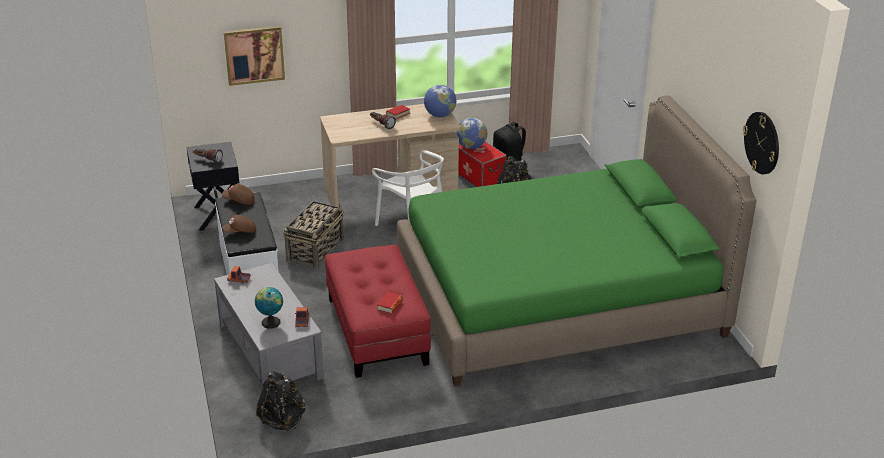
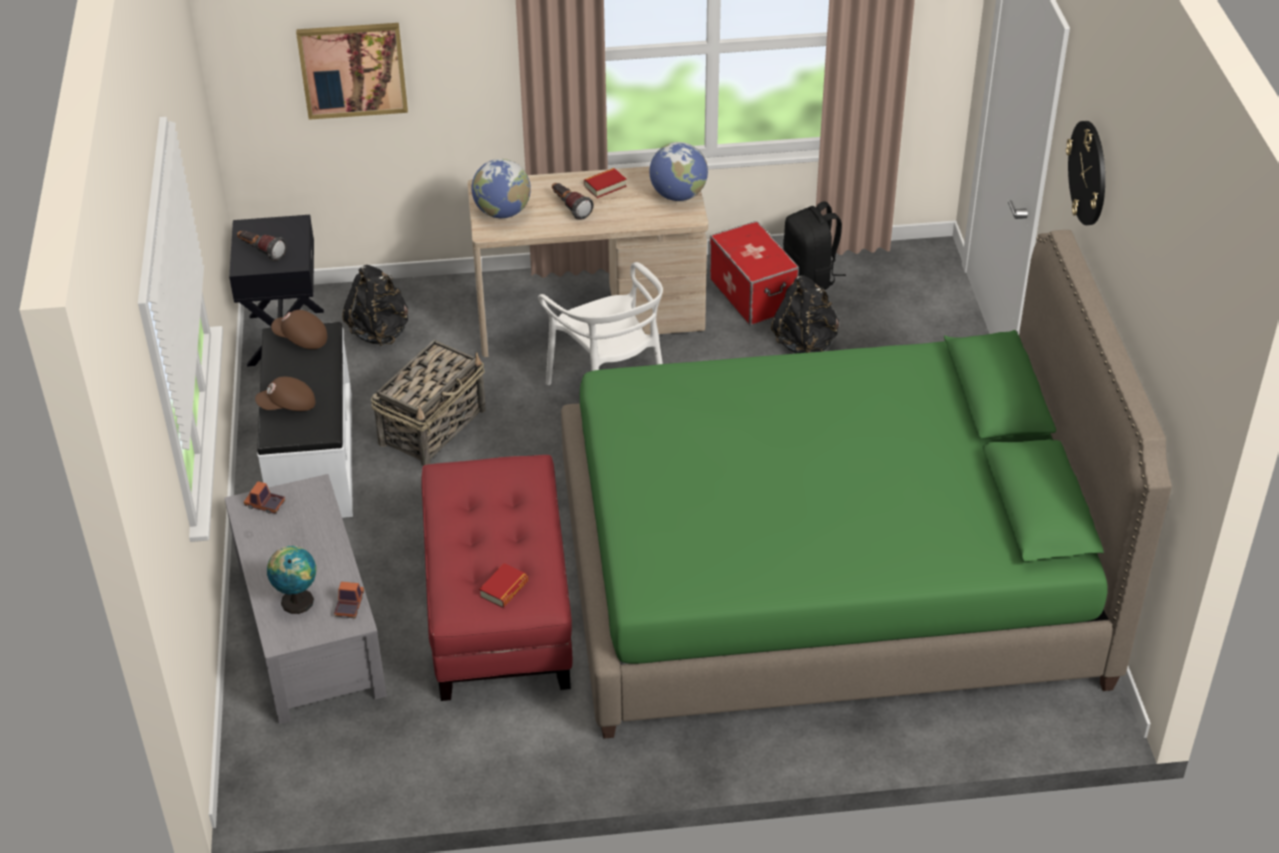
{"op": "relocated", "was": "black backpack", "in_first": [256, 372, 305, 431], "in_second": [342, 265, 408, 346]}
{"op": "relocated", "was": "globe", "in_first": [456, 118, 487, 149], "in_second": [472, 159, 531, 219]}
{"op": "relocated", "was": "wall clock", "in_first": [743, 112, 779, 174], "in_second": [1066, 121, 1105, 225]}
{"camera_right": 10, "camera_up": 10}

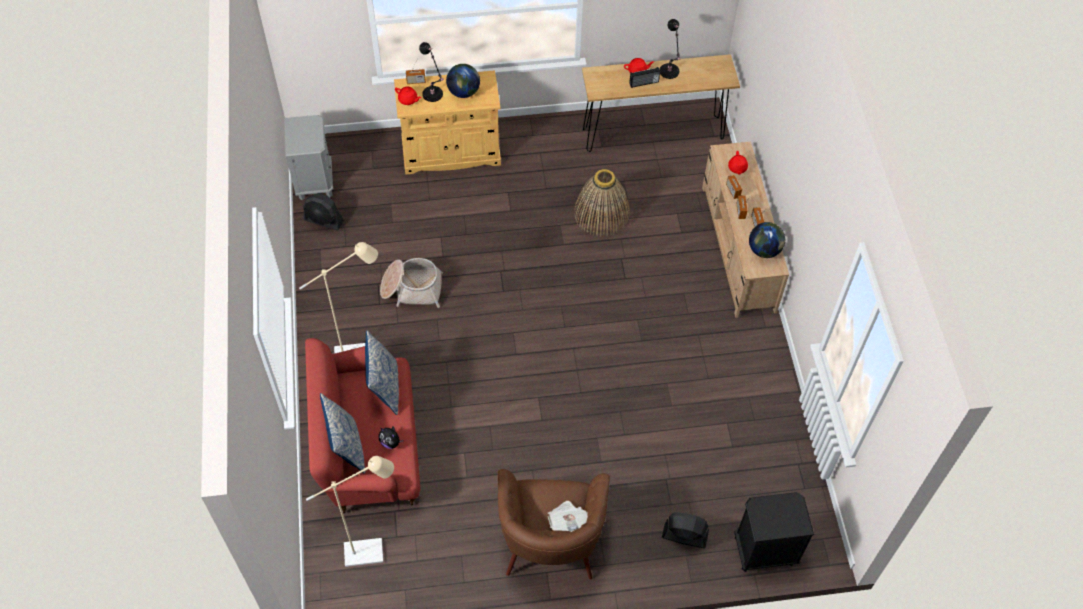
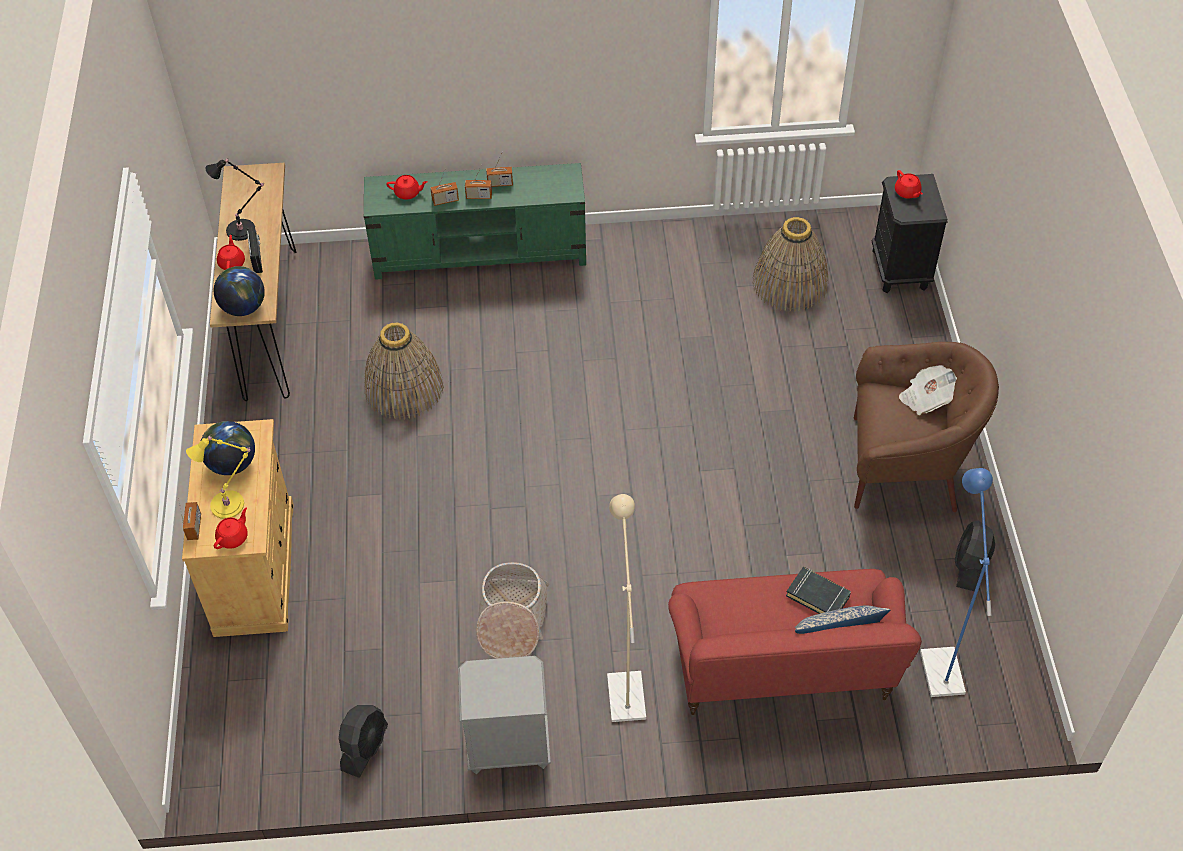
{"op": "missing", "was": "pillow", "in_first": [365, 330, 399, 415]}
{"op": "appeared", "now": "basket", "in_second": [753, 217, 828, 312]}
{"op": "appeared", "now": "red teapot", "in_second": [895, 170, 923, 199]}
{"op": "relocated", "was": "grey nightstand", "in_first": [284, 115, 333, 200], "in_second": [458, 656, 551, 774]}
{"op": "relocated", "was": "black fan", "in_first": [662, 512, 709, 548], "in_second": [955, 521, 995, 591]}
{"op": "relocated", "was": "globe", "in_first": [749, 222, 785, 258], "in_second": [214, 266, 265, 316]}
{"op": "exchanged", "was": "plush toy", "now": "black book", "in_first": [379, 426, 404, 449], "in_second": [786, 567, 851, 614]}
{"op": "colour", "was": "beige floor lamp", "now": "blue floor lamp", "in_first": [306, 456, 394, 567], "in_second": [920, 468, 993, 697]}
{"op": "colour", "was": "black table lamp", "now": "yellow table lamp", "in_first": [419, 42, 444, 102], "in_second": [186, 435, 250, 519]}
{"op": "colour", "was": "beige tv stand", "now": "green tv stand", "in_first": [702, 142, 789, 318], "in_second": [363, 163, 586, 280]}
{"camera_right": -85, "camera_up": -5}

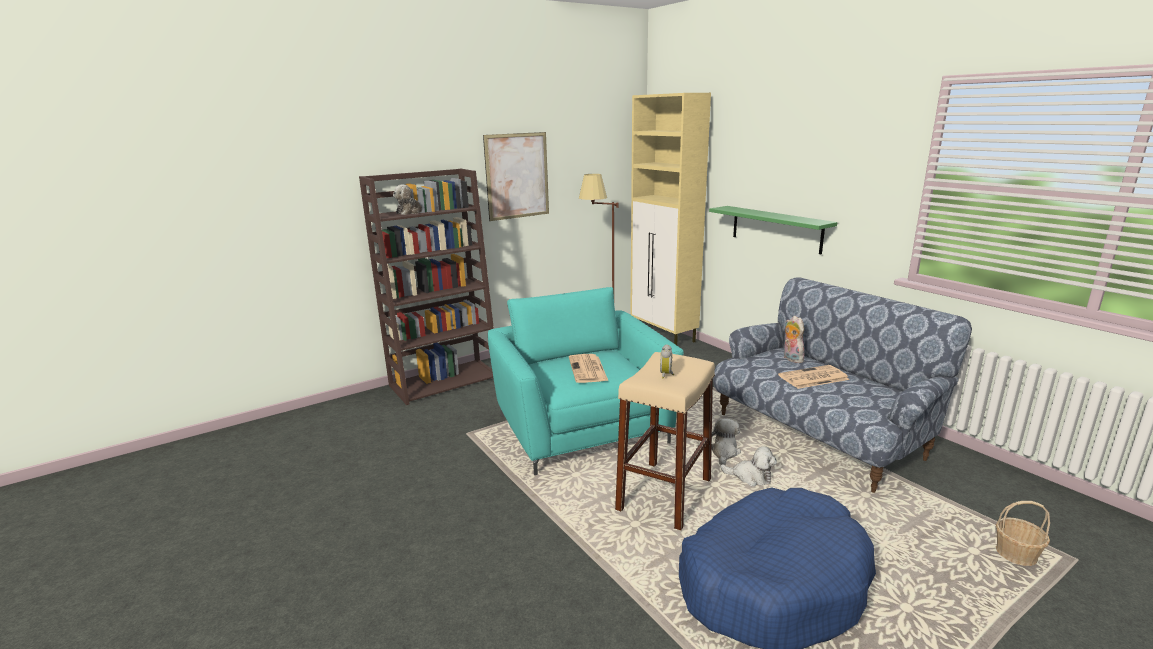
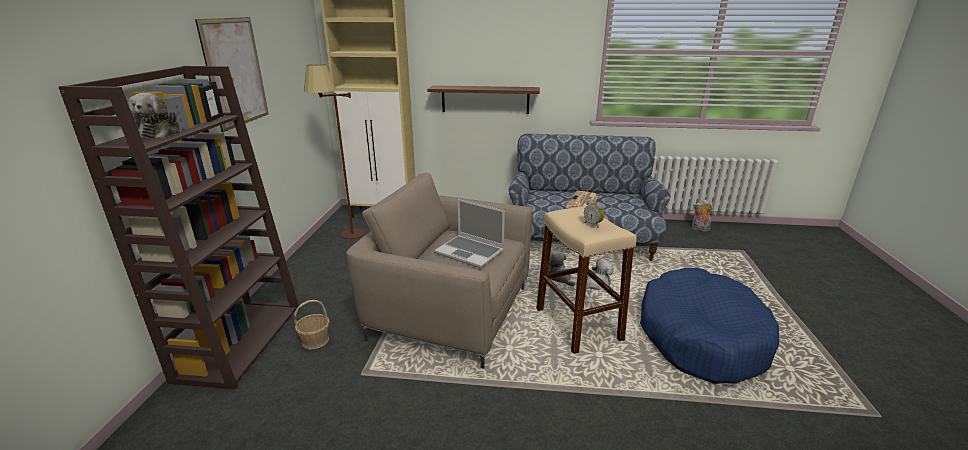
{"op": "appeared", "now": "picture frame", "in_second": [199, 84, 222, 122]}
{"op": "relocated", "was": "plush toy", "in_first": [784, 316, 805, 363], "in_second": [692, 199, 713, 231]}
{"op": "relocated", "was": "basket", "in_first": [996, 501, 1050, 566], "in_second": [294, 300, 330, 349]}
{"op": "exchanged", "was": "newspaper", "now": "laptop", "in_first": [569, 354, 608, 383], "in_second": [434, 199, 505, 268]}
{"op": "colour", "was": "turquoise armchair", "now": "beige armchair", "in_first": [488, 287, 684, 475], "in_second": [346, 173, 532, 369]}
{"op": "colour", "was": "green shelf", "now": "brown shelf", "in_first": [709, 206, 837, 255], "in_second": [427, 85, 540, 114]}
{"camera_right": -50, "camera_up": 5}

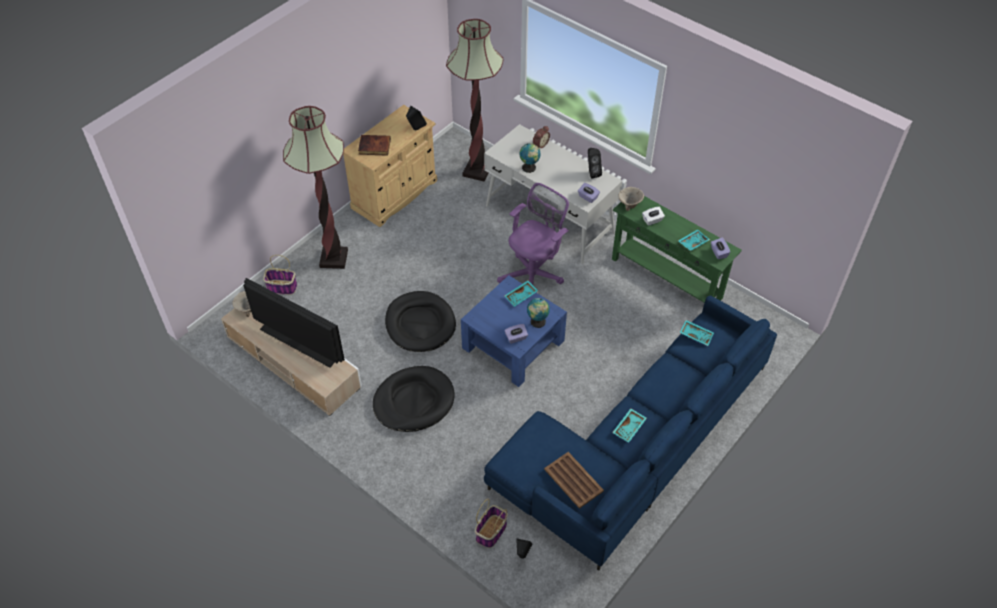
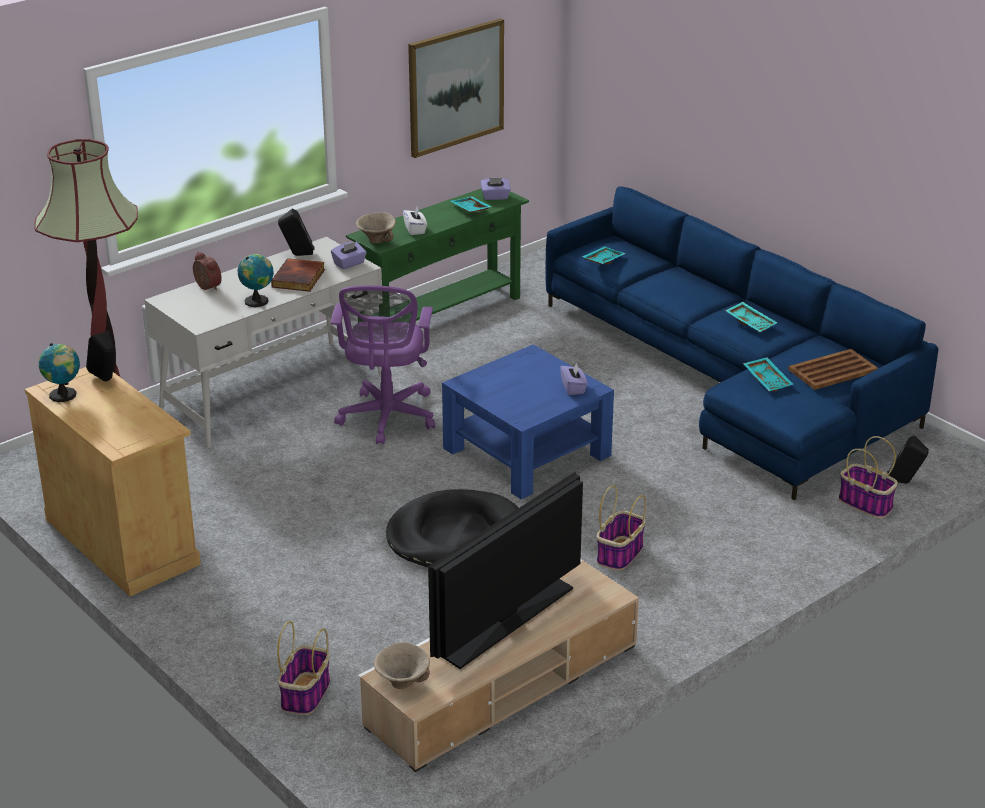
{"op": "missing", "was": "floor lamp", "in_first": [283, 106, 348, 269]}
{"op": "appeared", "now": "picture", "in_second": [408, 18, 504, 158]}
{"op": "relocated", "was": "book", "in_first": [358, 135, 391, 156], "in_second": [271, 258, 325, 292]}
{"op": "relocated", "was": "turquoise tray", "in_first": [504, 280, 538, 307], "in_second": [743, 357, 793, 392]}
{"op": "relocated", "was": "globe", "in_first": [527, 298, 550, 328], "in_second": [39, 343, 80, 402]}
{"op": "exchanged", "was": "black dog bed", "now": "basket", "in_first": [373, 366, 455, 432], "in_second": [597, 485, 646, 571]}
{"op": "spun", "was": "purple office chair", "in_first": [497, 183, 569, 285], "in_second": [331, 285, 435, 445], "clockwise": -135}
{"camera_right": -80, "camera_up": -20}

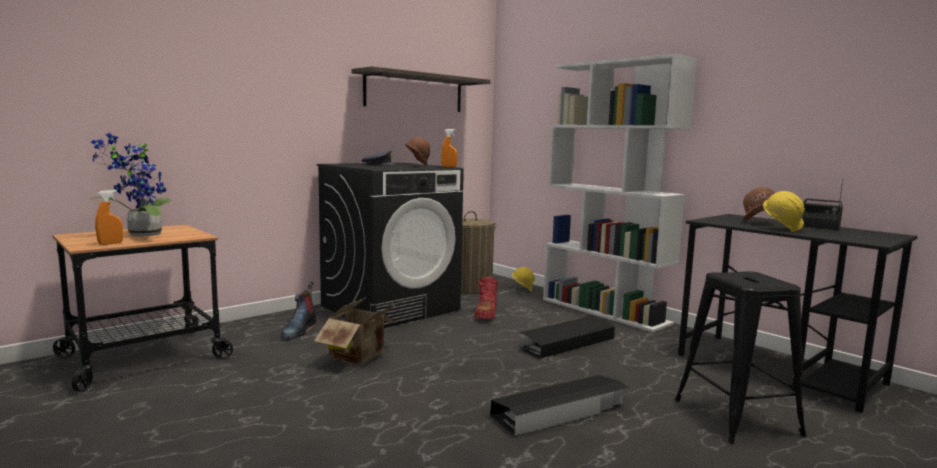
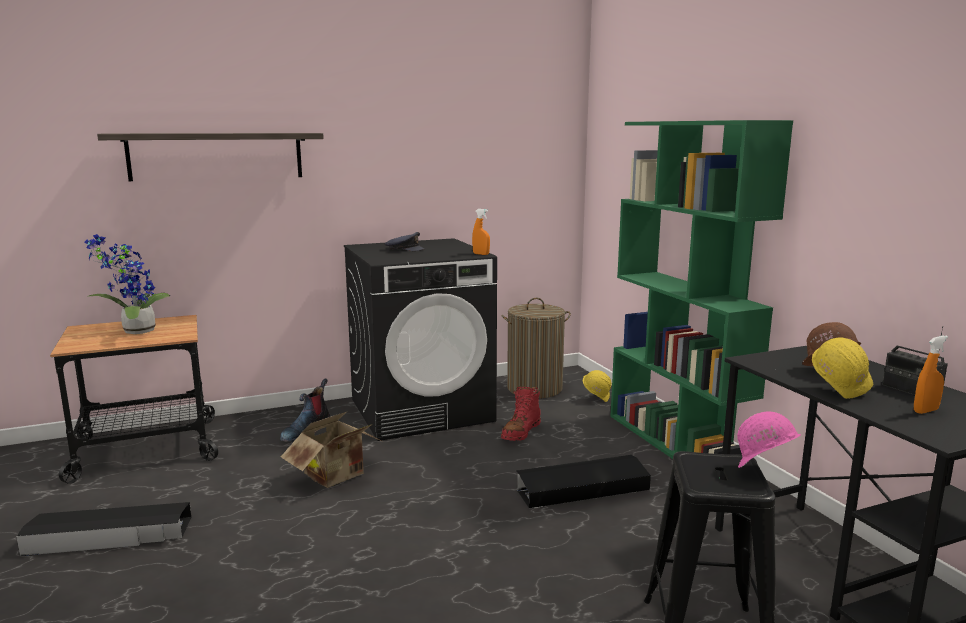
{"op": "missing", "was": "brown hard hat", "in_first": [405, 137, 430, 166]}
{"op": "appeared", "now": "pink hard hat", "in_second": [711, 411, 801, 480]}
{"op": "relocated", "was": "orange spray bottle", "in_first": [95, 190, 123, 245], "in_second": [914, 336, 948, 414]}
{"op": "relocated", "was": "shelf", "in_first": [352, 66, 491, 112], "in_second": [97, 133, 324, 181]}
{"op": "relocated", "was": "black storage box", "in_first": [490, 375, 628, 437], "in_second": [16, 502, 191, 556]}
{"op": "colour", "was": "white bookcase", "now": "green bookcase", "in_first": [543, 54, 697, 332], "in_second": [610, 120, 793, 479]}
{"camera_right": 20, "camera_up": 5}

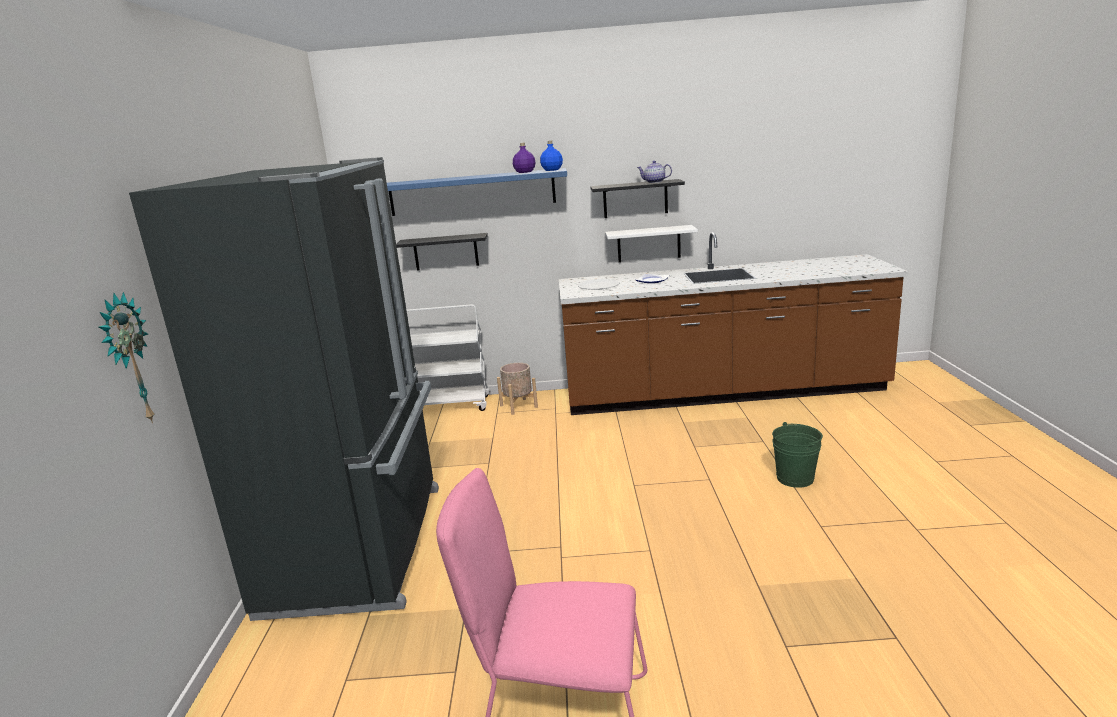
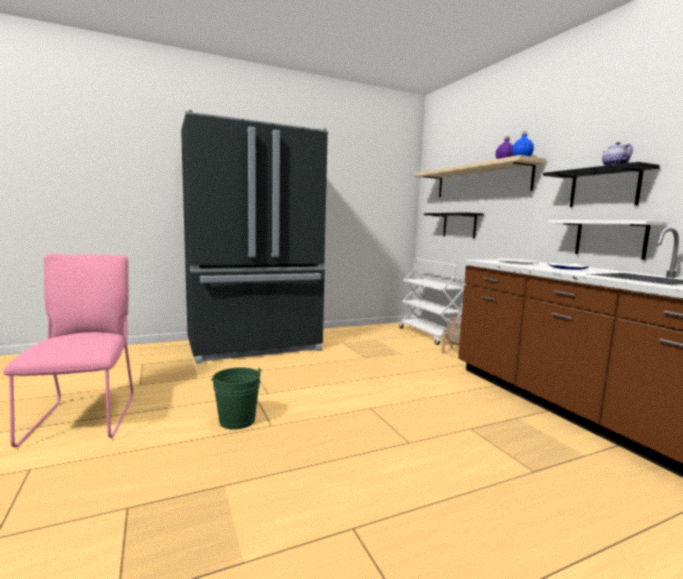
{"op": "missing", "was": "wall clock", "in_first": [99, 292, 155, 423]}
{"op": "relocated", "was": "green bucket", "in_first": [772, 422, 823, 488], "in_second": [211, 367, 263, 430]}
{"op": "colour", "was": "blue shelf", "now": "beige shelf", "in_first": [387, 168, 567, 216], "in_second": [414, 155, 546, 197]}
{"camera_right": 65, "camera_up": -10}

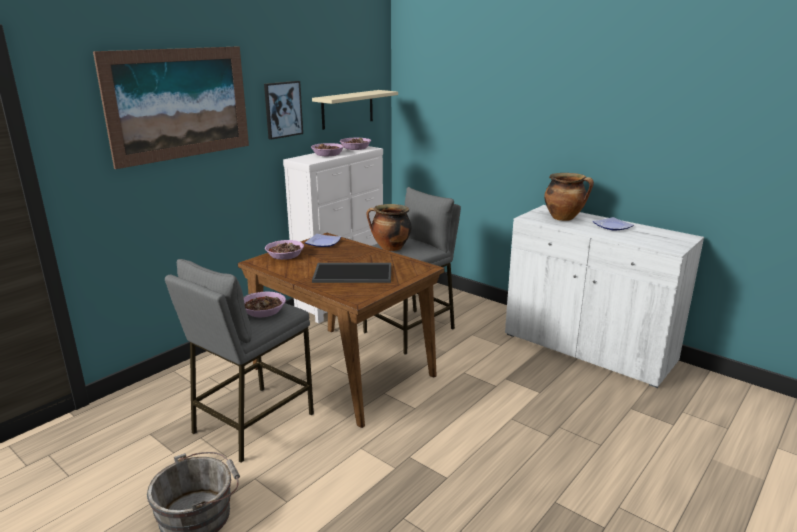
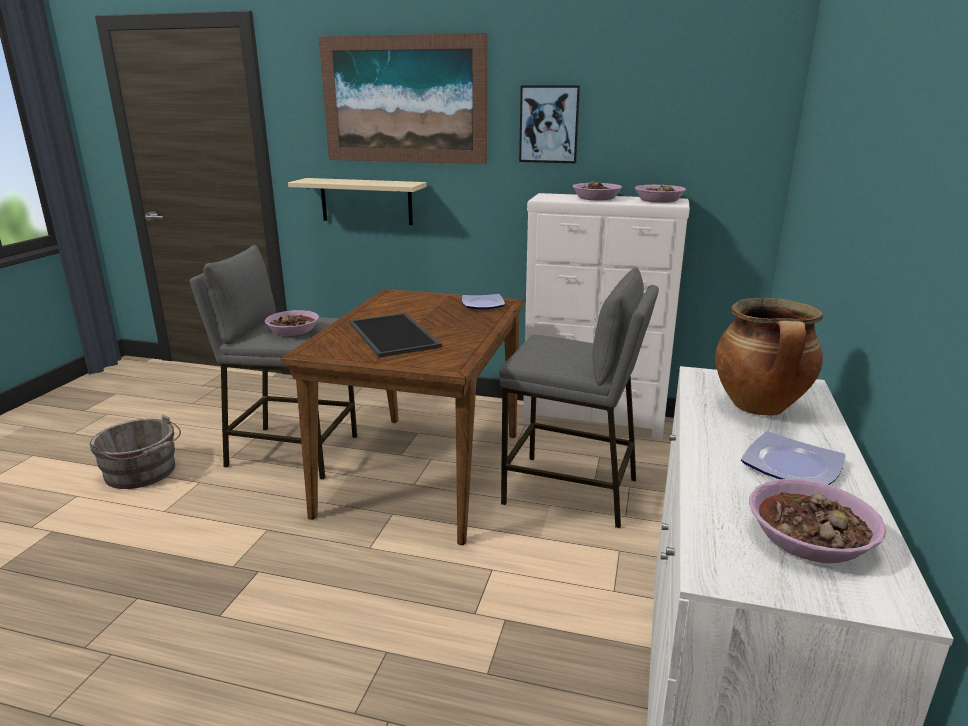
{"op": "missing", "was": "cooking pot", "in_first": [366, 204, 411, 251]}
{"op": "relocated", "was": "bowl", "in_first": [265, 240, 304, 260], "in_second": [749, 479, 886, 563]}
{"op": "relocated", "was": "beige shelf", "in_first": [312, 90, 398, 130], "in_second": [288, 178, 427, 225]}
{"camera_right": 65, "camera_up": 0}

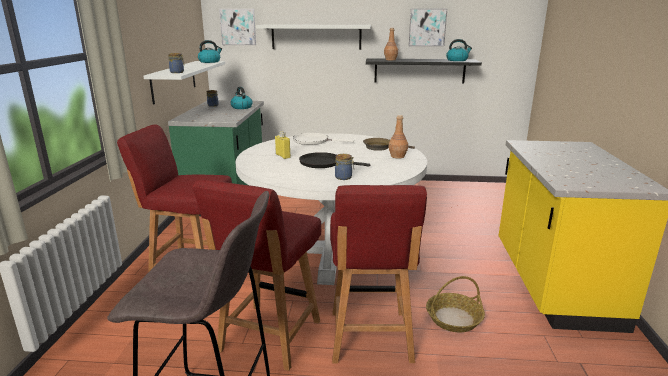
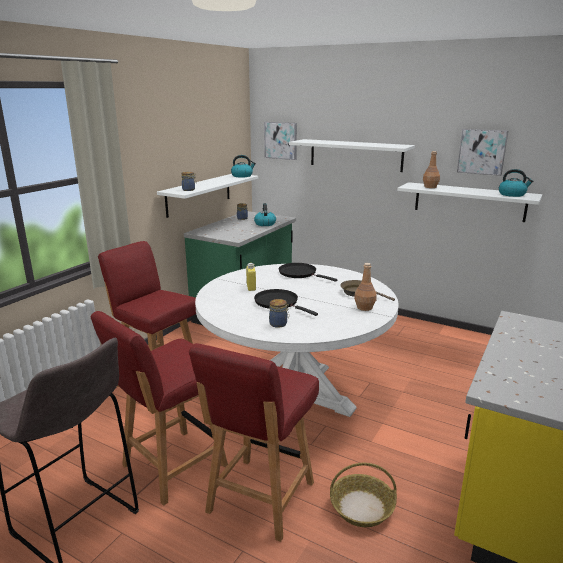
{"op": "colour", "was": "white frying pan", "now": "black frying pan", "in_first": [293, 133, 354, 145], "in_second": [279, 263, 338, 282]}
{"op": "colour", "was": "black shelf", "now": "white shelf", "in_first": [366, 58, 482, 84], "in_second": [397, 182, 543, 222]}
{"camera_right": 25, "camera_up": 0}

